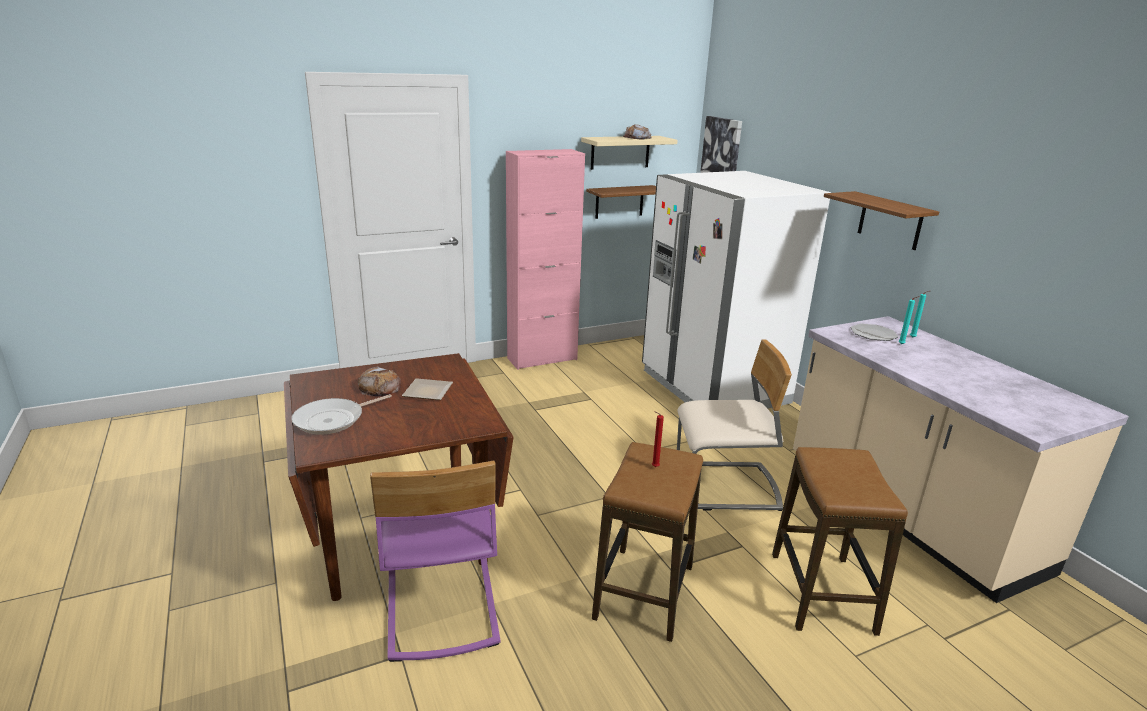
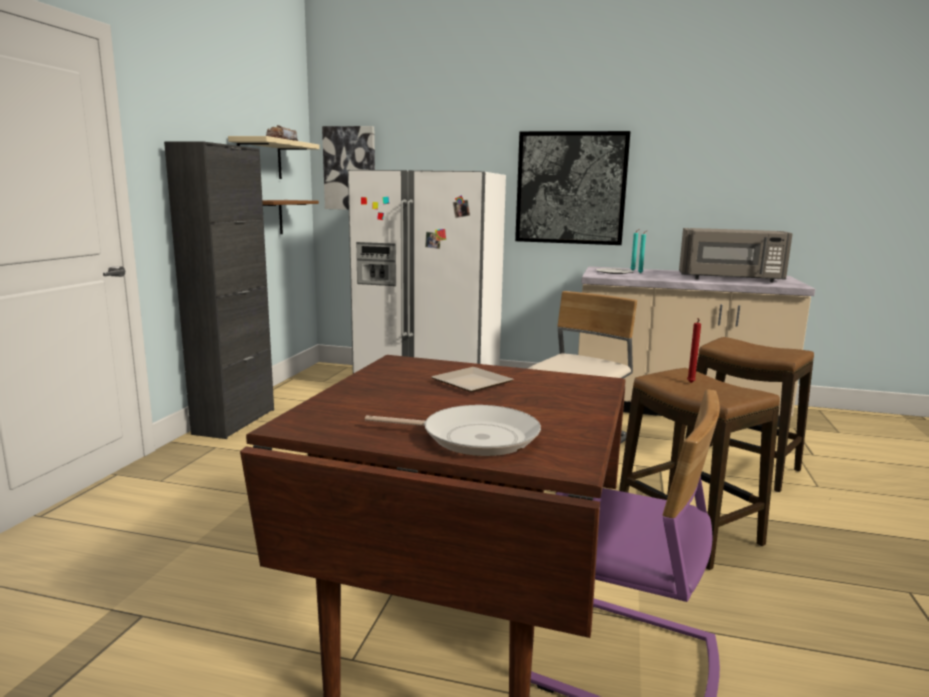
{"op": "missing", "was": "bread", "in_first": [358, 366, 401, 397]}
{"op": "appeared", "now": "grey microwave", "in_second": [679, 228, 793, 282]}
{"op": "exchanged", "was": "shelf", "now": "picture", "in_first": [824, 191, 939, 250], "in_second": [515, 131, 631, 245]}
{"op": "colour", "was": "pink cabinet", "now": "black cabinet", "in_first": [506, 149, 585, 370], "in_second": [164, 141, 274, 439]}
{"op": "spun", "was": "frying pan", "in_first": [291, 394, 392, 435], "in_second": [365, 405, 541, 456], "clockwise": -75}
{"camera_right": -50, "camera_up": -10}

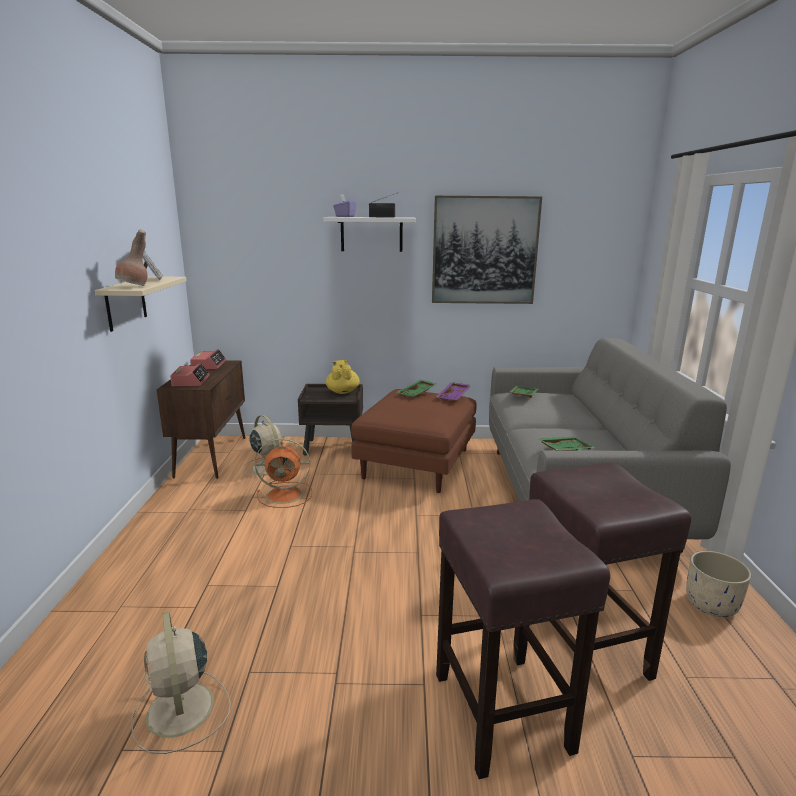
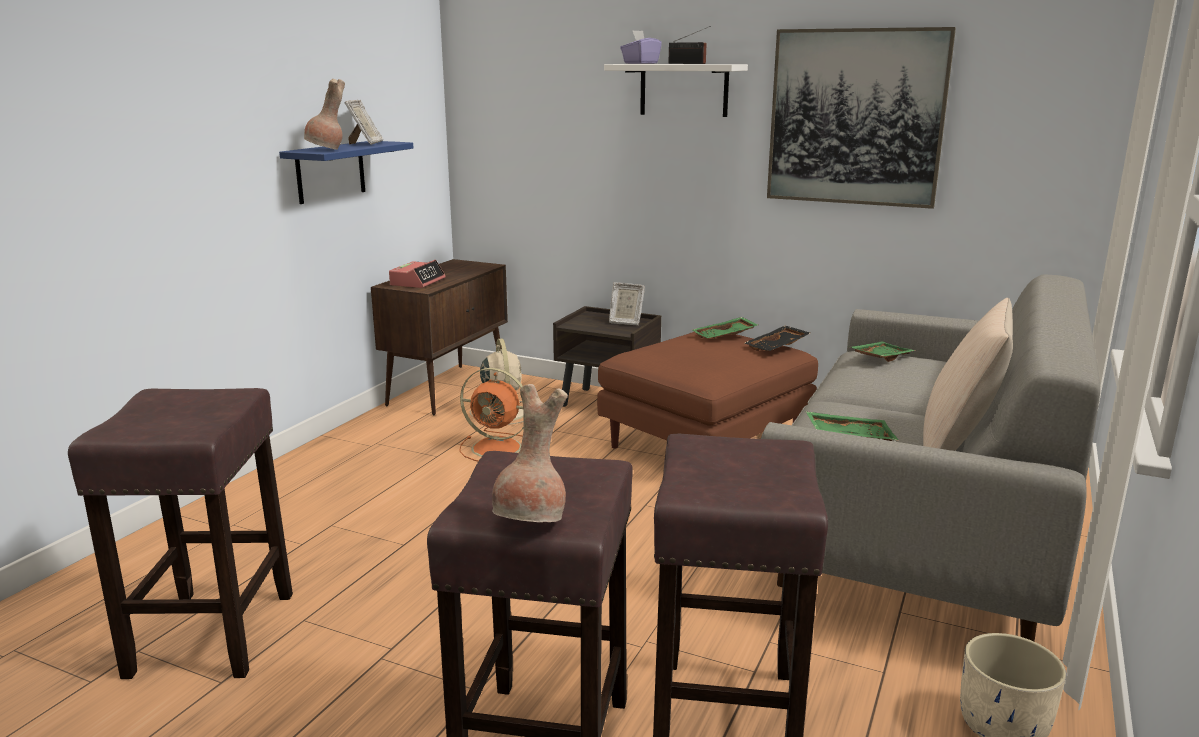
{"op": "missing", "was": "alarm clock", "in_first": [190, 349, 226, 369]}
{"op": "appeared", "now": "brown vase", "in_second": [492, 384, 568, 522]}
{"op": "appeared", "now": "beige pillow", "in_second": [923, 298, 1013, 451]}
{"op": "exchanged", "was": "beige fan", "now": "brown stool", "in_first": [132, 612, 231, 754], "in_second": [68, 388, 293, 679]}
{"op": "exchanged", "was": "yellow teapot", "now": "picture frame", "in_first": [326, 359, 360, 394], "in_second": [609, 282, 645, 326]}
{"op": "colour", "was": "beige shelf", "now": "blue shelf", "in_first": [95, 276, 187, 332], "in_second": [279, 141, 413, 204]}
{"op": "colour", "was": "purple tray", "now": "black tray", "in_first": [436, 382, 471, 401], "in_second": [745, 326, 810, 351]}
{"camera_right": 25, "camera_up": 0}

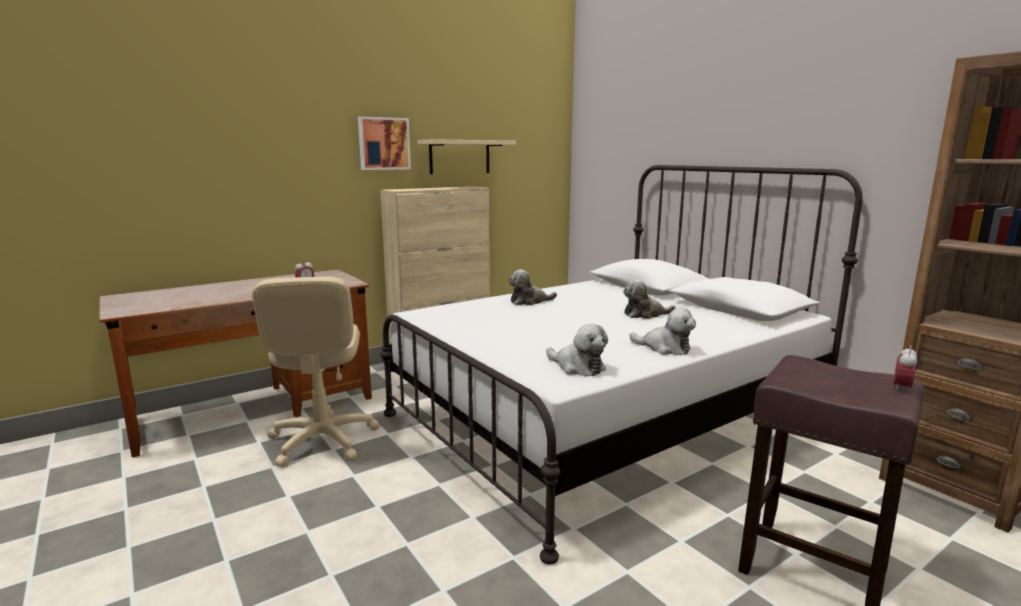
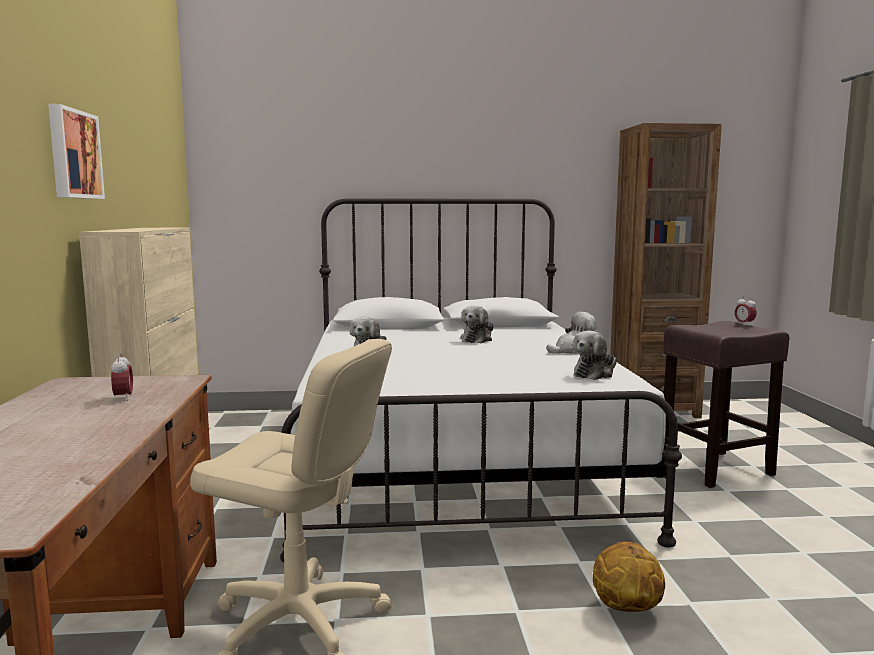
{"op": "missing", "was": "beige shelf", "in_first": [418, 139, 516, 174]}
{"op": "appeared", "now": "basketball", "in_second": [593, 541, 665, 612]}
{"op": "spun", "was": "plush toy", "in_first": [546, 324, 608, 376], "in_second": [573, 331, 617, 380], "clockwise": 150}
{"camera_right": -60, "camera_up": -5}

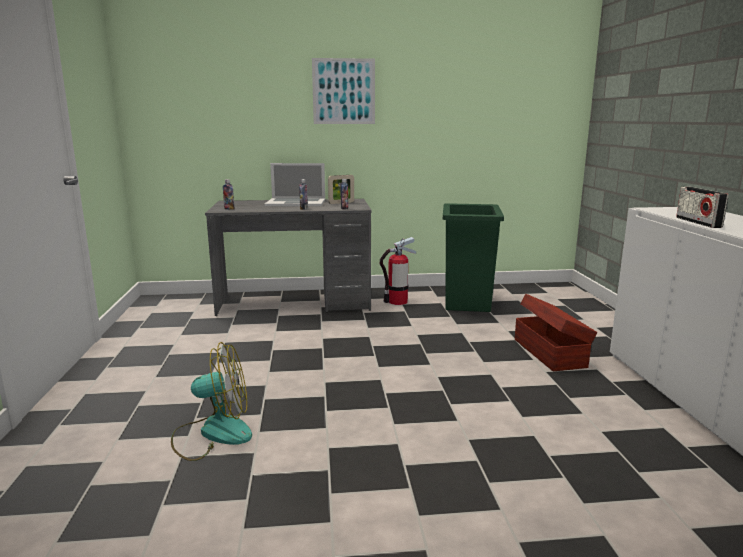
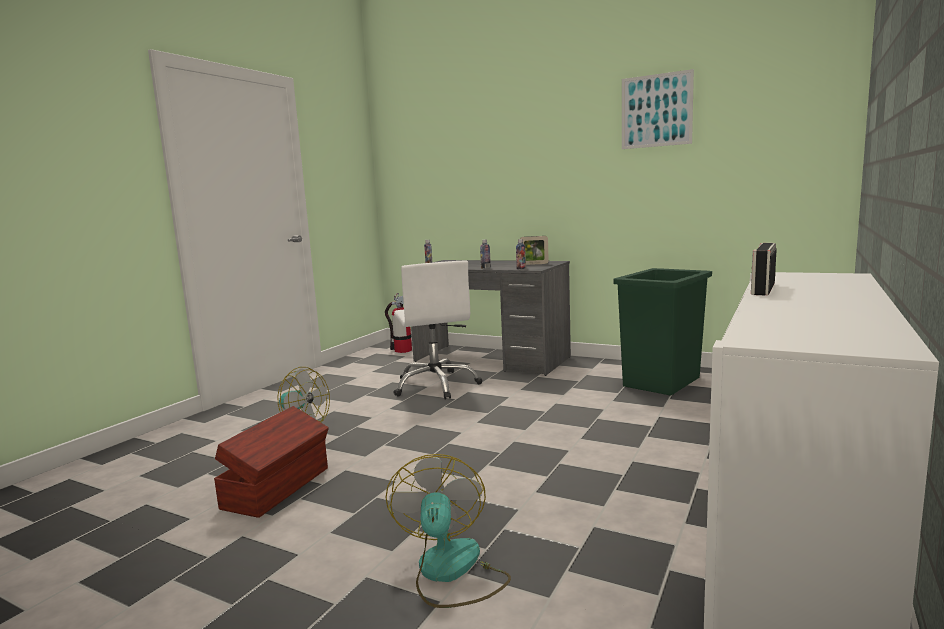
{"op": "missing", "was": "laptop", "in_first": [265, 163, 325, 206]}
{"op": "appeared", "now": "fan", "in_second": [385, 454, 511, 608]}
{"op": "appeared", "now": "white office chair", "in_second": [393, 261, 482, 399]}
{"op": "relocated", "was": "picture", "in_first": [312, 58, 375, 124], "in_second": [622, 69, 694, 149]}
{"op": "relocated", "was": "fire extinguisher", "in_first": [380, 237, 416, 305], "in_second": [385, 293, 412, 353]}
{"op": "relocated", "was": "brown storage box", "in_first": [515, 294, 597, 371], "in_second": [214, 406, 329, 518]}
{"camera_right": 35, "camera_up": -5}

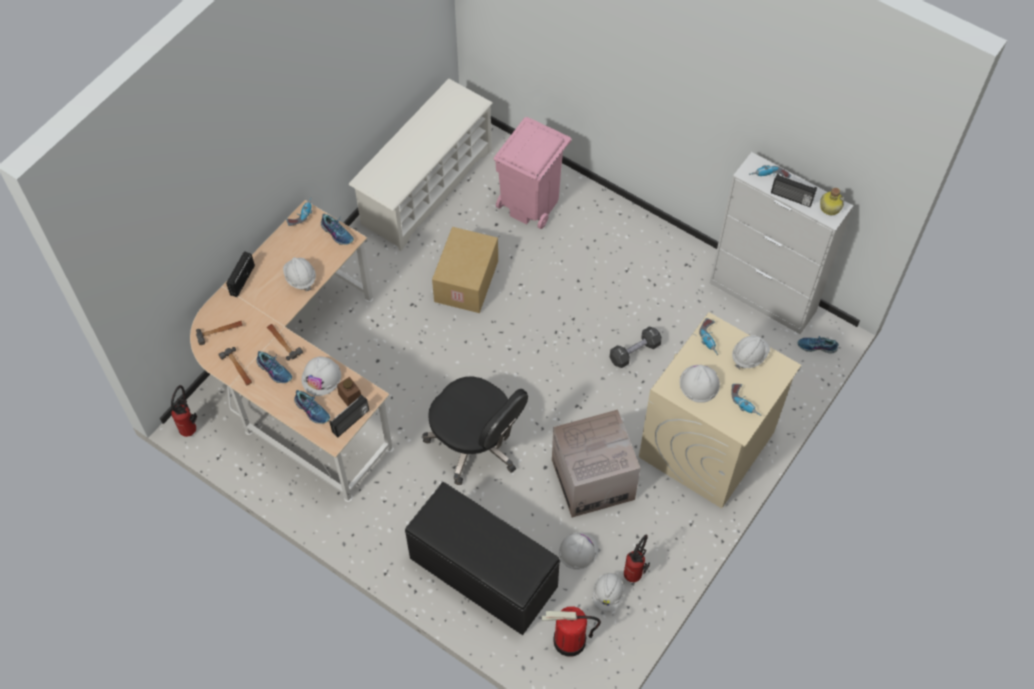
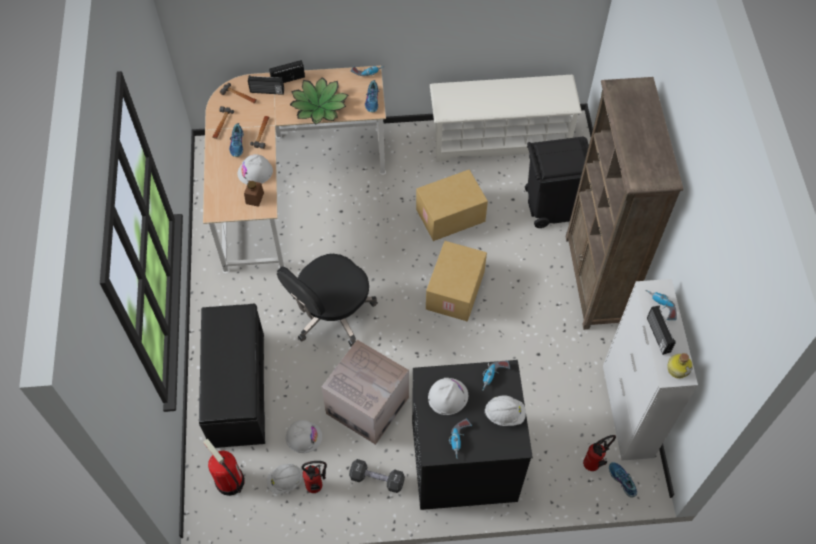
{"op": "missing", "was": "shoe", "in_first": [294, 390, 330, 424]}
{"op": "appeared", "now": "cardboard box", "in_second": [426, 241, 487, 322]}
{"op": "appeared", "now": "brown bookcase", "in_second": [566, 77, 683, 330]}
{"op": "relocated", "was": "fire extinguisher", "in_first": [171, 385, 197, 437], "in_second": [583, 435, 616, 471]}
{"op": "relocated", "was": "radio", "in_first": [330, 395, 369, 438], "in_second": [248, 75, 284, 95]}
{"op": "relocated", "was": "black dumbbell", "in_first": [610, 326, 662, 368], "in_second": [349, 459, 405, 493]}
{"op": "exchanged", "was": "white hard hat", "now": "potted plant", "in_first": [283, 257, 316, 291], "in_second": [290, 77, 348, 124]}
{"op": "colour", "was": "pink trash can", "now": "black trash can", "in_first": [493, 117, 572, 229], "in_second": [525, 137, 589, 228]}
{"op": "colour", "was": "beige washing machine", "now": "black washing machine", "in_first": [639, 312, 801, 508], "in_second": [412, 360, 533, 510]}
{"op": "spun", "was": "black office chair", "in_first": [422, 377, 528, 485], "in_second": [277, 254, 378, 347], "clockwise": 45}
{"camera_right": 50, "camera_up": 0}

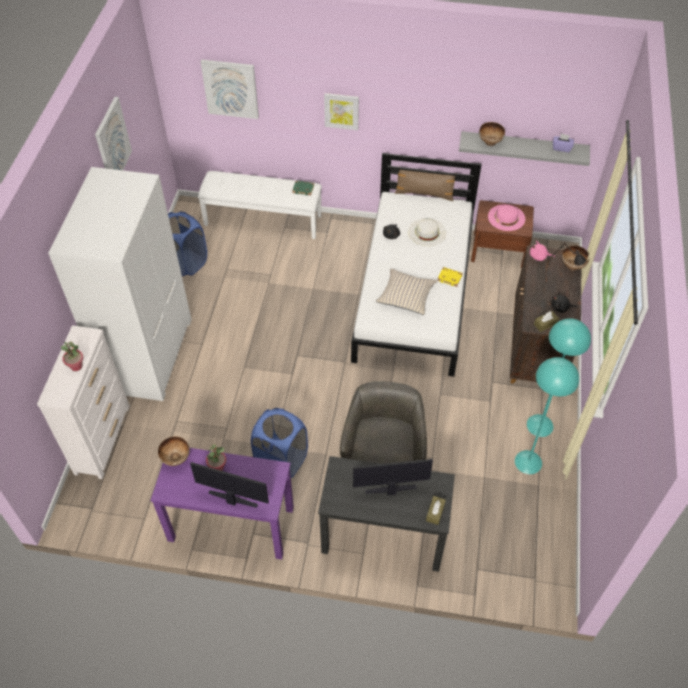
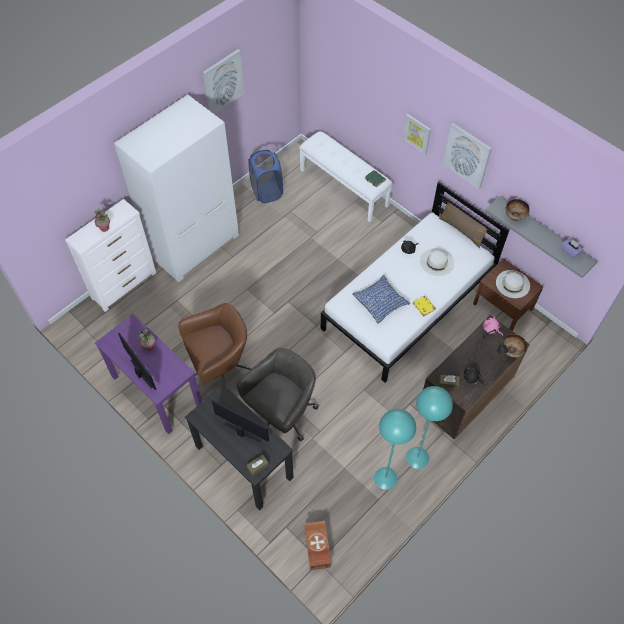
{"op": "missing", "was": "bowl", "in_first": [158, 436, 190, 466]}
{"op": "appeared", "now": "brown storage box", "in_second": [305, 521, 331, 570]}
{"op": "relocated", "was": "picture", "in_first": [201, 60, 259, 119], "in_second": [443, 123, 492, 189]}
{"op": "exchanged", "was": "blue laundry basket", "now": "brown office chair", "in_first": [251, 408, 308, 478], "in_second": [178, 303, 252, 385]}
{"op": "colour", "was": "beige pillow", "now": "blue pillow", "in_first": [376, 269, 437, 315], "in_second": [352, 275, 410, 324]}
{"op": "colour", "was": "pink hat", "now": "white hat", "in_first": [488, 204, 525, 231], "in_second": [496, 270, 530, 298]}
{"camera_right": 35, "camera_up": 5}

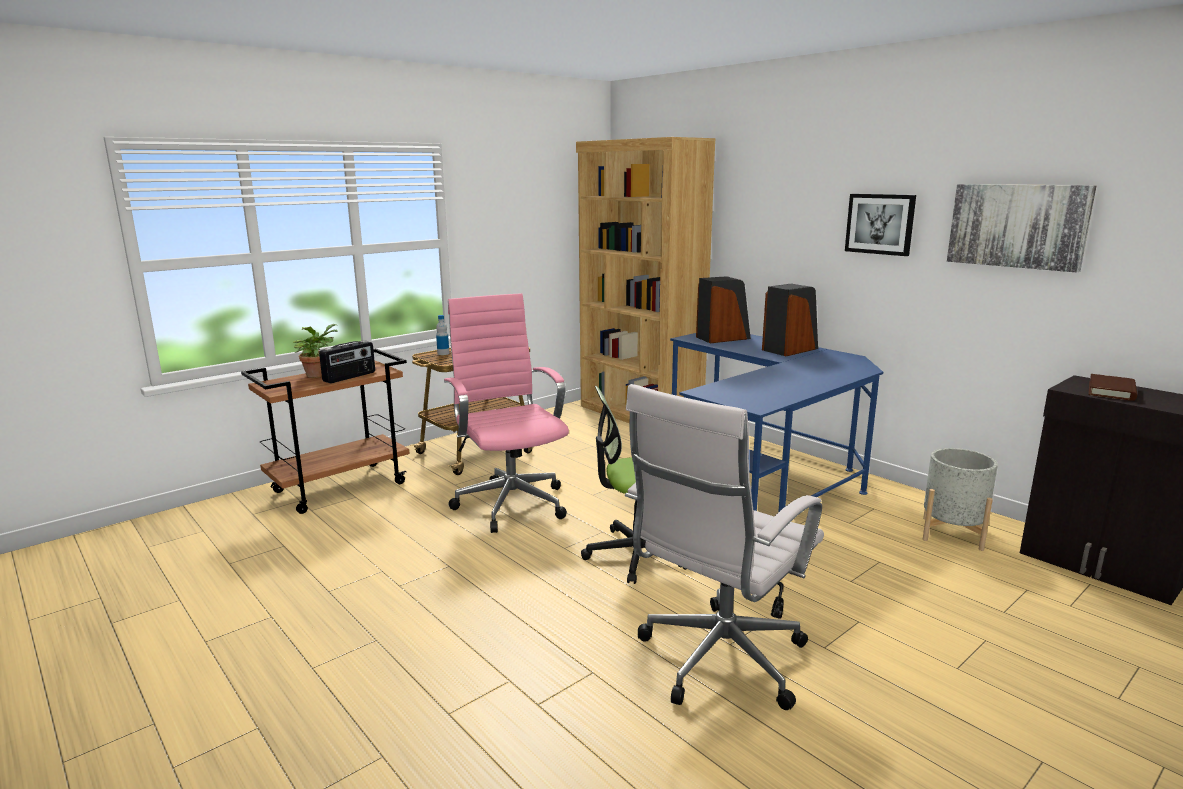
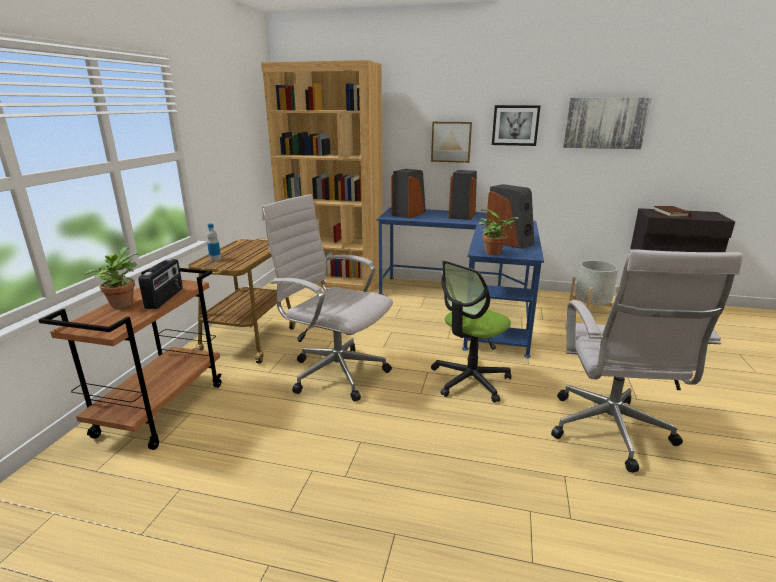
{"op": "appeared", "now": "picture", "in_second": [431, 122, 472, 163]}
{"op": "appeared", "now": "potted plant", "in_second": [479, 209, 518, 255]}
{"op": "appeared", "now": "speaker", "in_second": [486, 184, 535, 249]}
{"op": "colour", "was": "pink office chair", "now": "white office chair", "in_first": [444, 293, 569, 533], "in_second": [262, 194, 393, 402]}
{"camera_right": -35, "camera_up": 5}

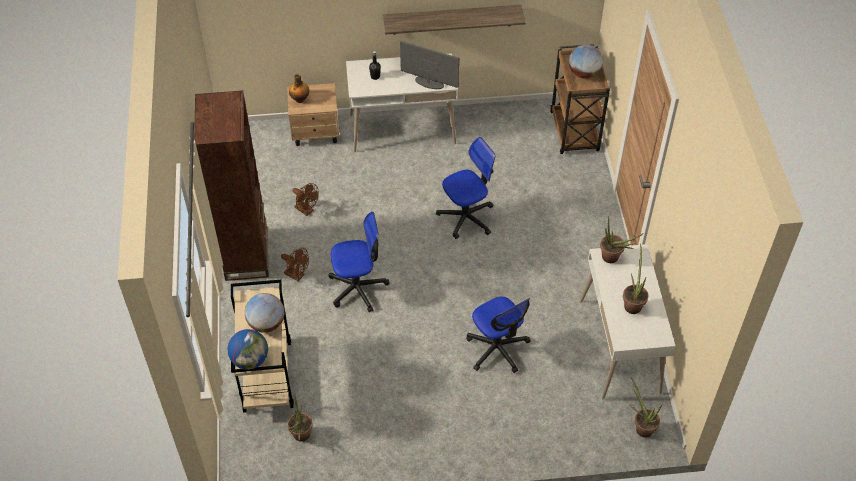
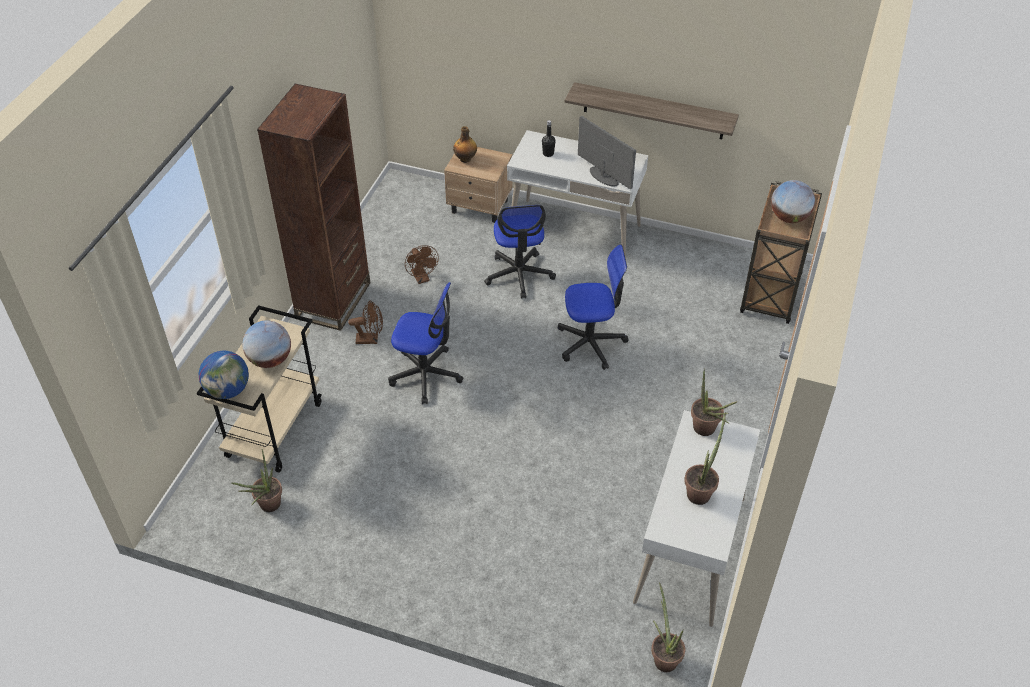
{"op": "relocated", "was": "office chair", "in_first": [466, 297, 531, 373], "in_second": [484, 205, 556, 299]}
{"op": "spun", "was": "brown fan", "in_first": [281, 248, 309, 281], "in_second": [348, 301, 383, 344], "clockwise": -60}
{"camera_right": 25, "camera_up": -5}

